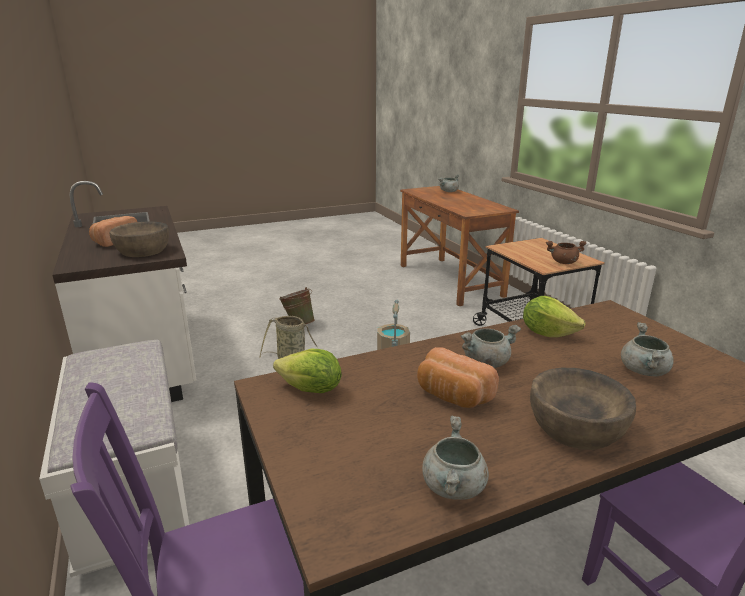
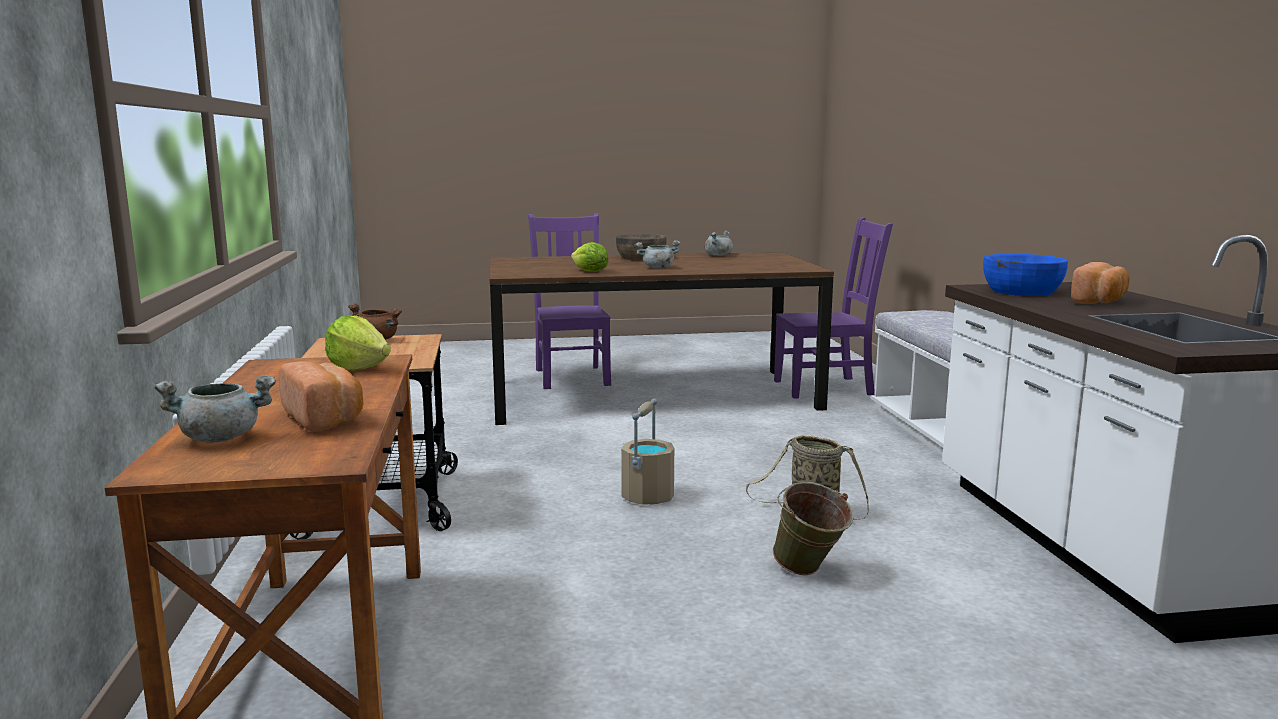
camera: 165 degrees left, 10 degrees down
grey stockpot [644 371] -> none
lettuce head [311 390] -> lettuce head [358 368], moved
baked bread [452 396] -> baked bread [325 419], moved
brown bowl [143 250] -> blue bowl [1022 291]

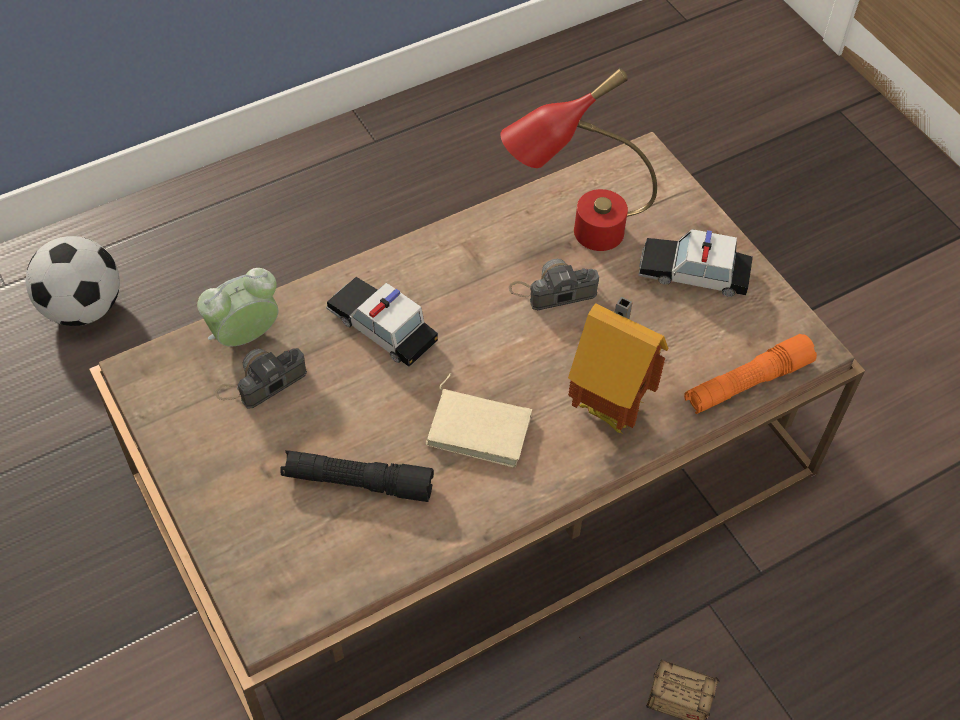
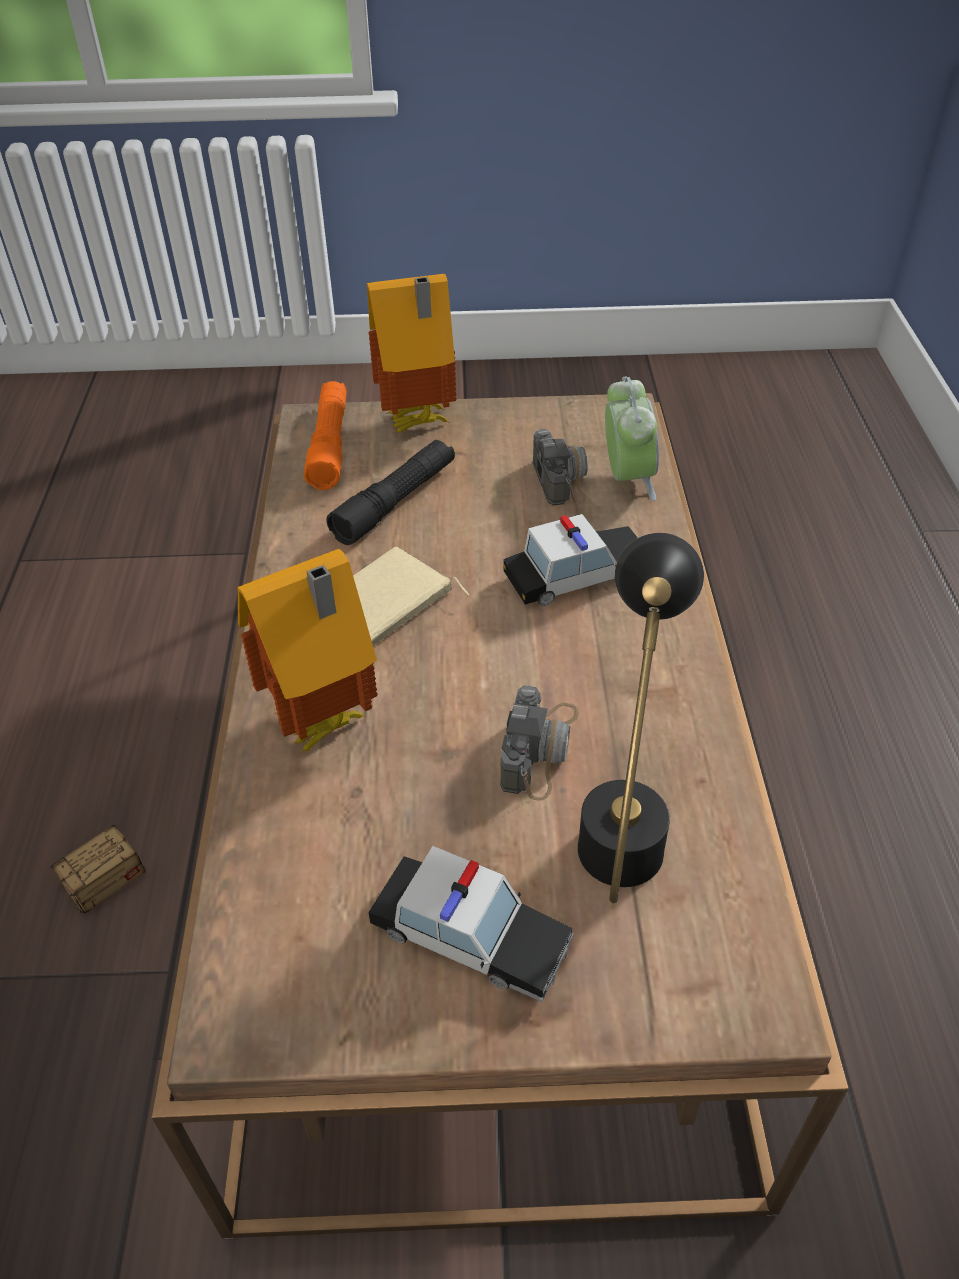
camera: 120 degrees right, 10 degrees down
football [83 308] -> none
none -> toy house [418 423]
orange-coloured hand torch [747 383] -> orange-coloured hand torch [330 445], moved
reddish tabletop lamp [574 236] -> black tabletop lamp [625 815]
toy car [693 273] -> toy car [471 936], 75 degrees clockwise

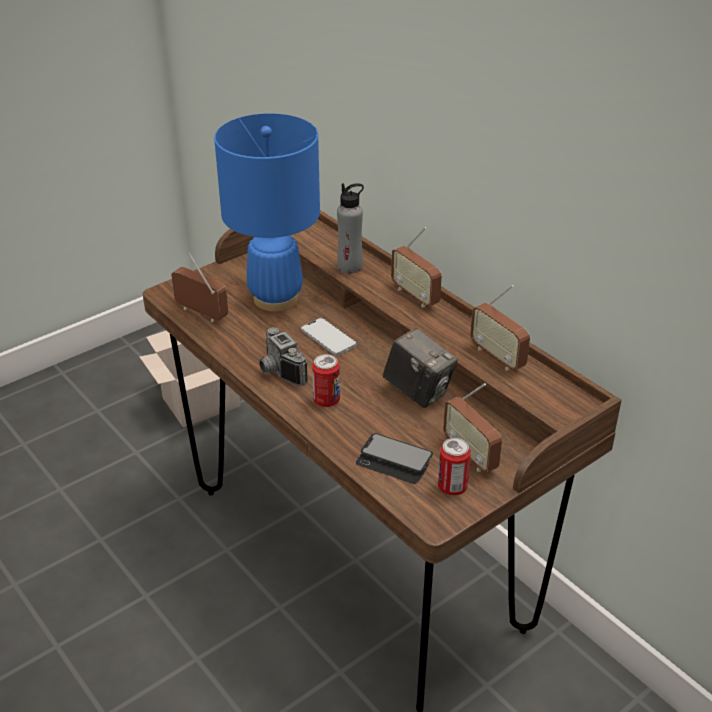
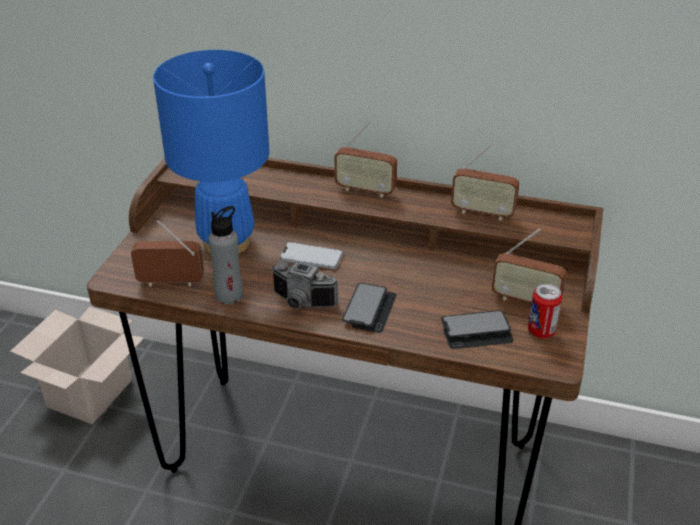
camera: 35 degrees left, 0 degrees up
photo camera [418 391] -> none
grey beverage bottle [350 267] -> grey beverage bottle [229 295], moved
sealed can [326 401] -> telephone [369 309]

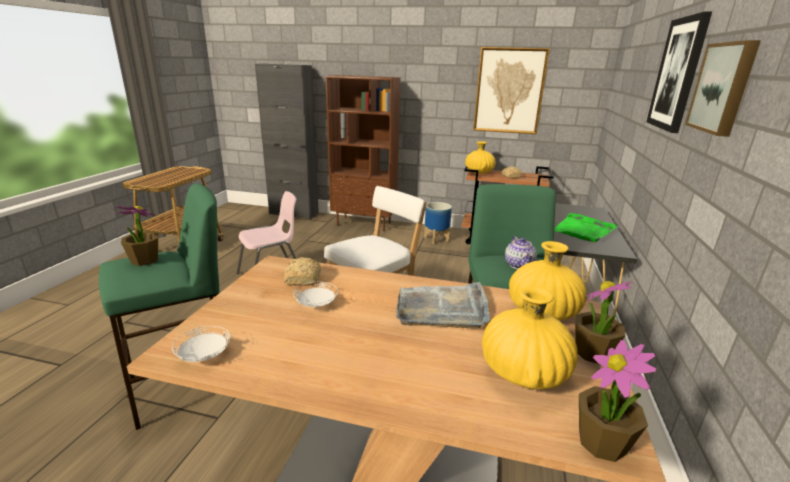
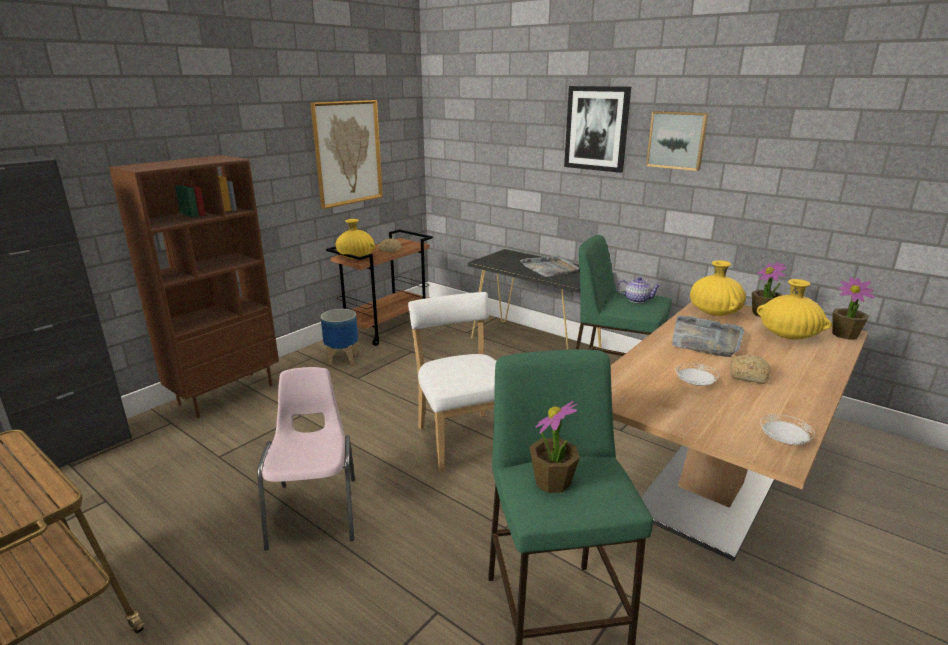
camera: 65 degrees left, 0 degrees up
baked bread [304 278] -> baked bread [746 376], moved
green-coloured serving tray [583 230] -> grey serving tray [550 268]

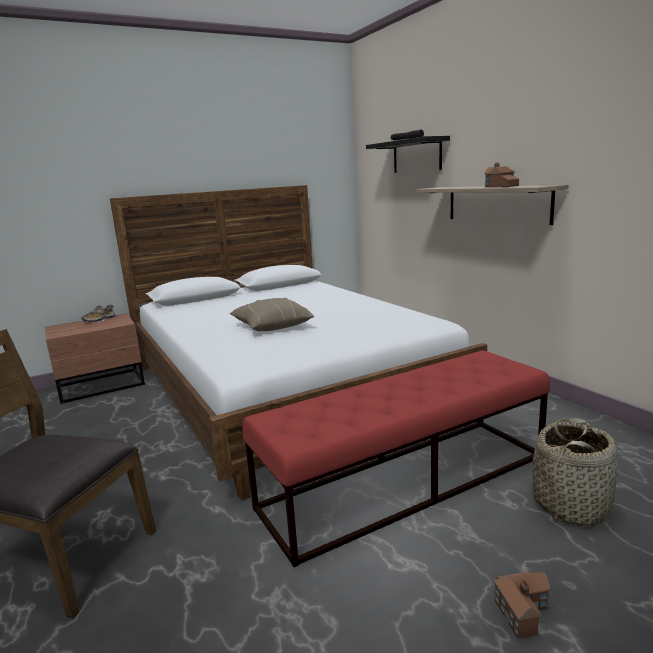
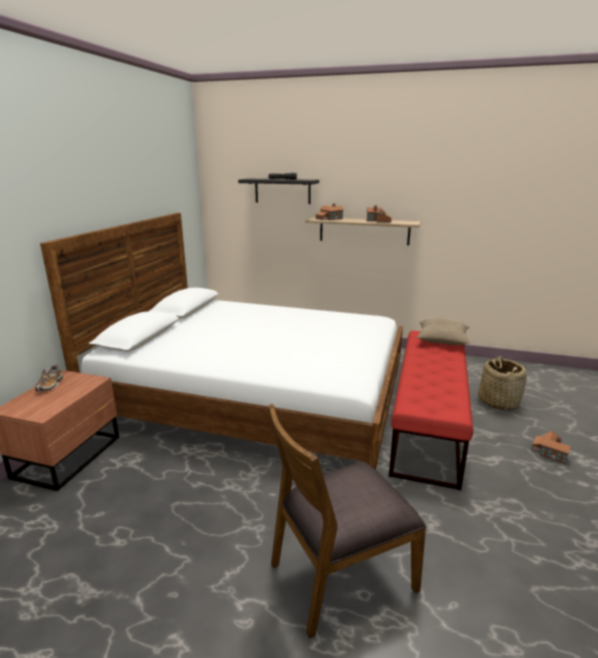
camera: 45 degrees left, 5 degrees up
none -> toy house [329 218]
sand-coloured pillow [272 327] -> sand-coloured pillow [442 340], moved

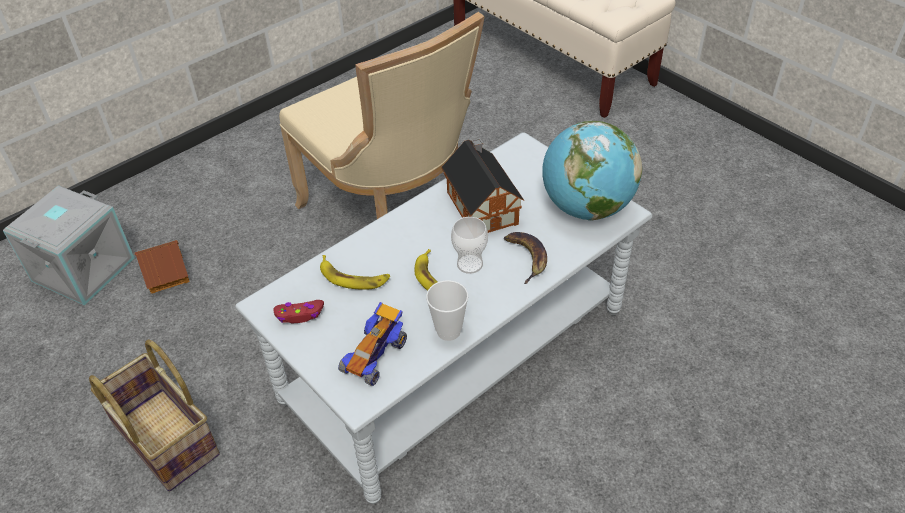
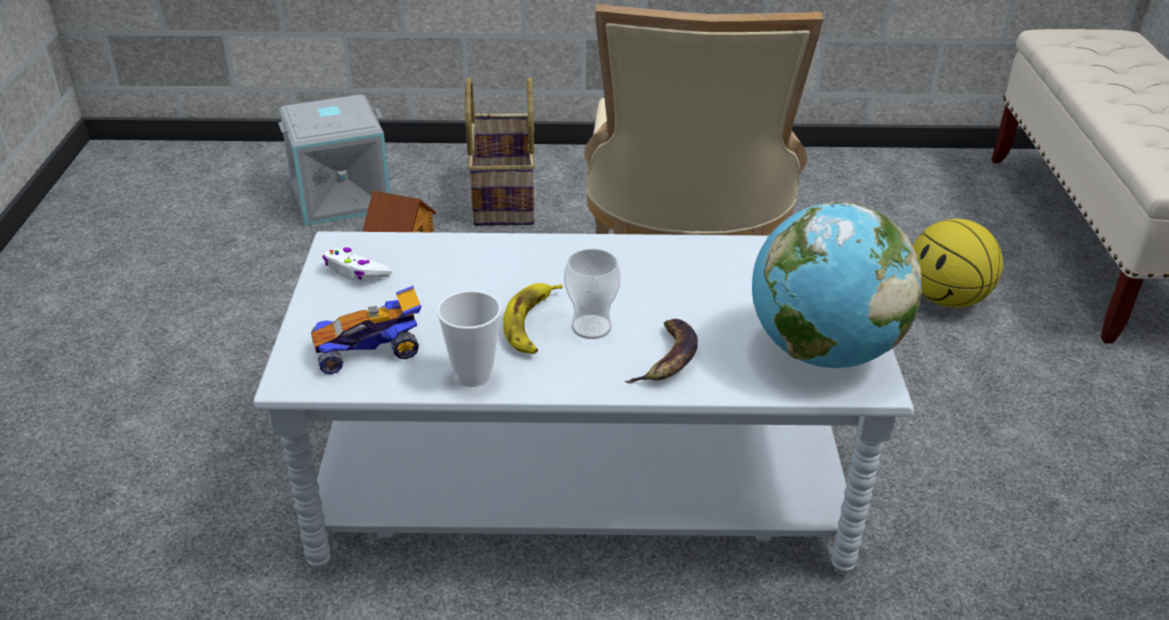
camera: 40 degrees right, 10 degrees down
banana [353 277] -> none
toy house [481 205] -> none
none -> basketball [946 299]
basket [164 440] -> basket [502 197], moved
reddish gamepad [299 315] -> white-coloured gamepad [356 272]

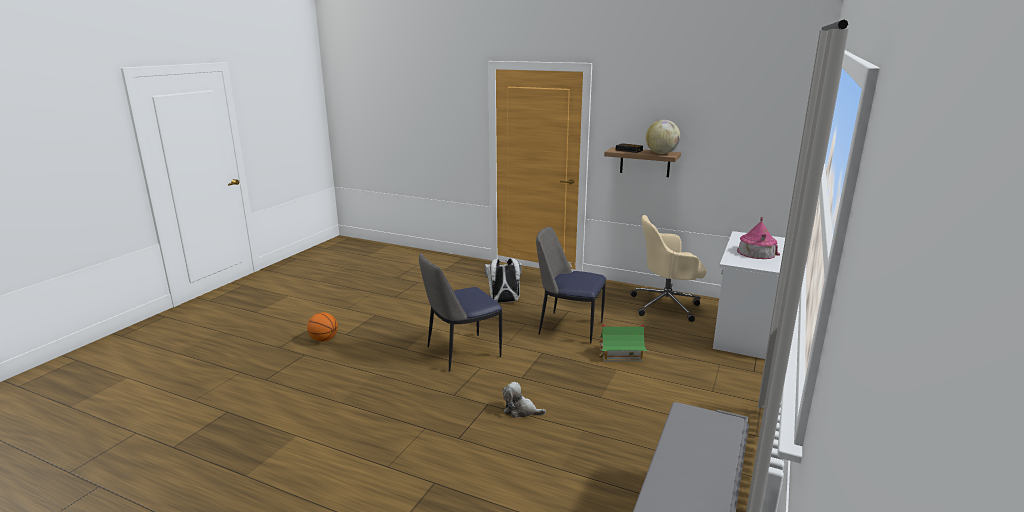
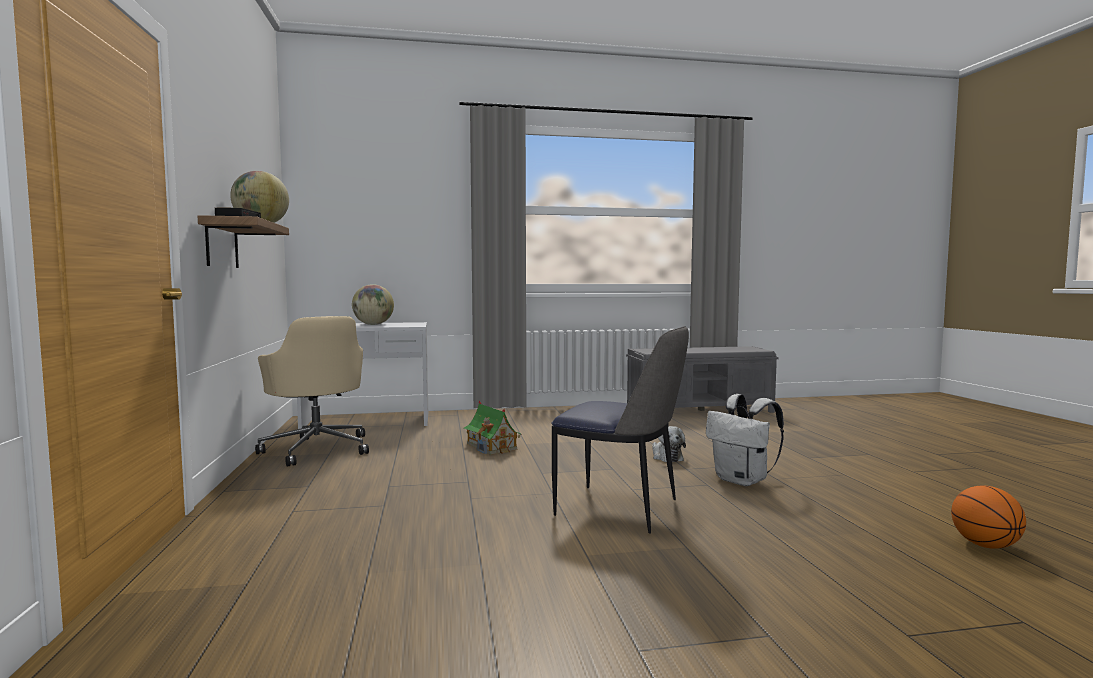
camera: 125 degrees left, 15 degrees down
upright chair [568 327] -> none
basketball [324 339] -> basketball [985 545], moved
white-coloured rucksack [504 301] -> white-coloured rucksack [743 480], moved
toy house [756 252] -> world globe [373 324]

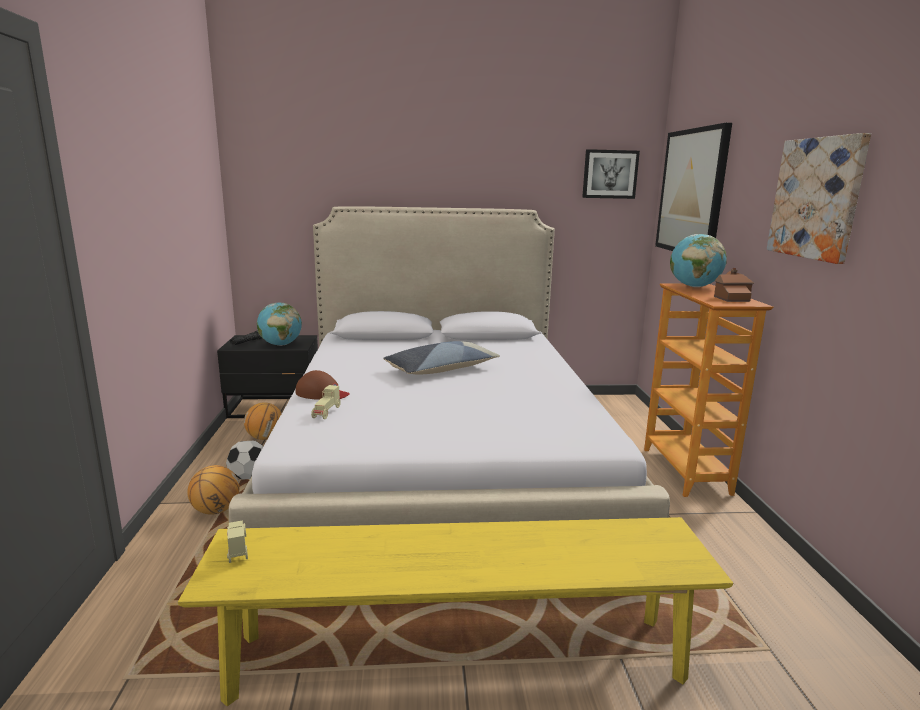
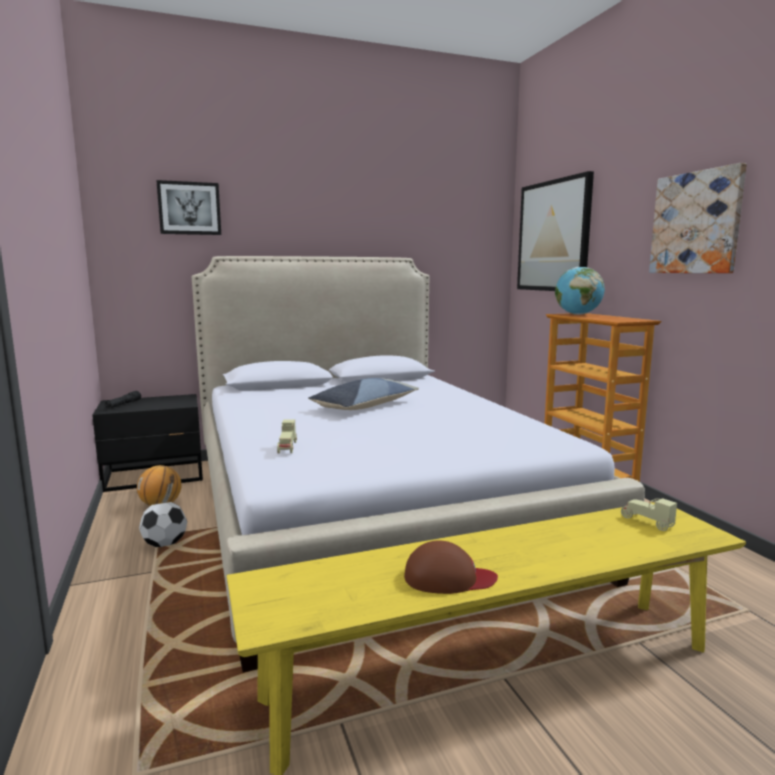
camera: 15 degrees left, 5 degrees down
basketball [215 510] -> none
world globe [280 345] -> none
toy house [730 297] -> none
sand-coloured toy car [237 548] -> sand-coloured toy car [646 522], moved
brown peaked cap [322 393] -> brown peaked cap [448 578], moved
picture [610 174] -> picture [189 208], moved

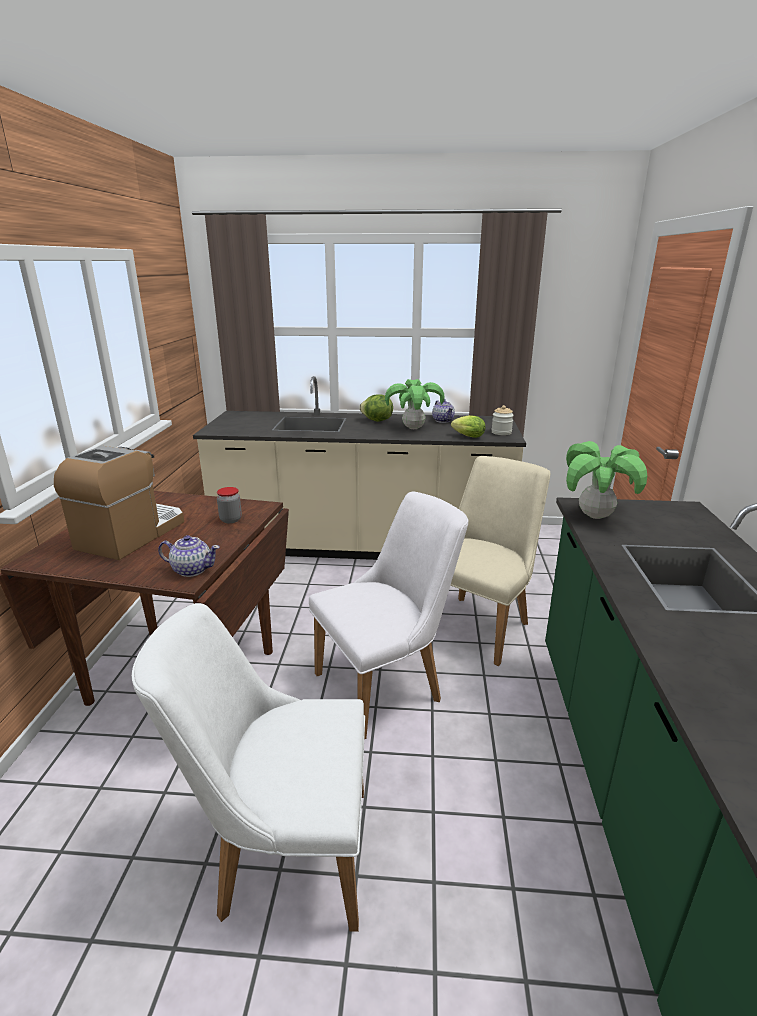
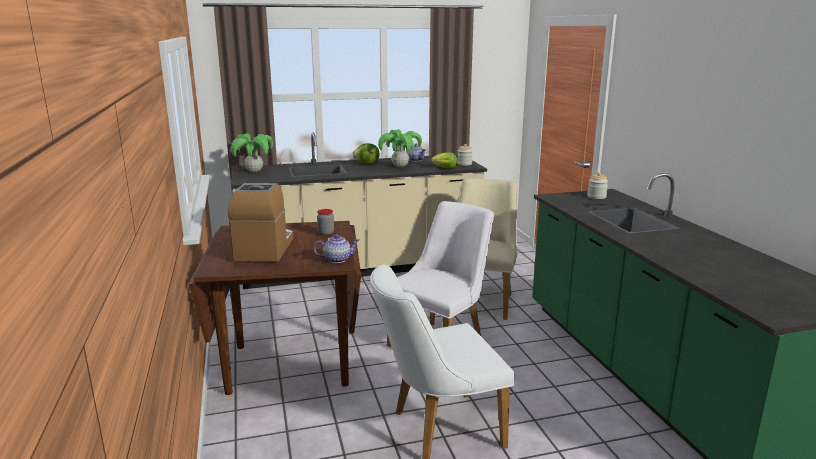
camera: 20 degrees left, 5 degrees down
none -> jar [596 196]
potted plant [594 516] -> potted plant [254 171], moved

